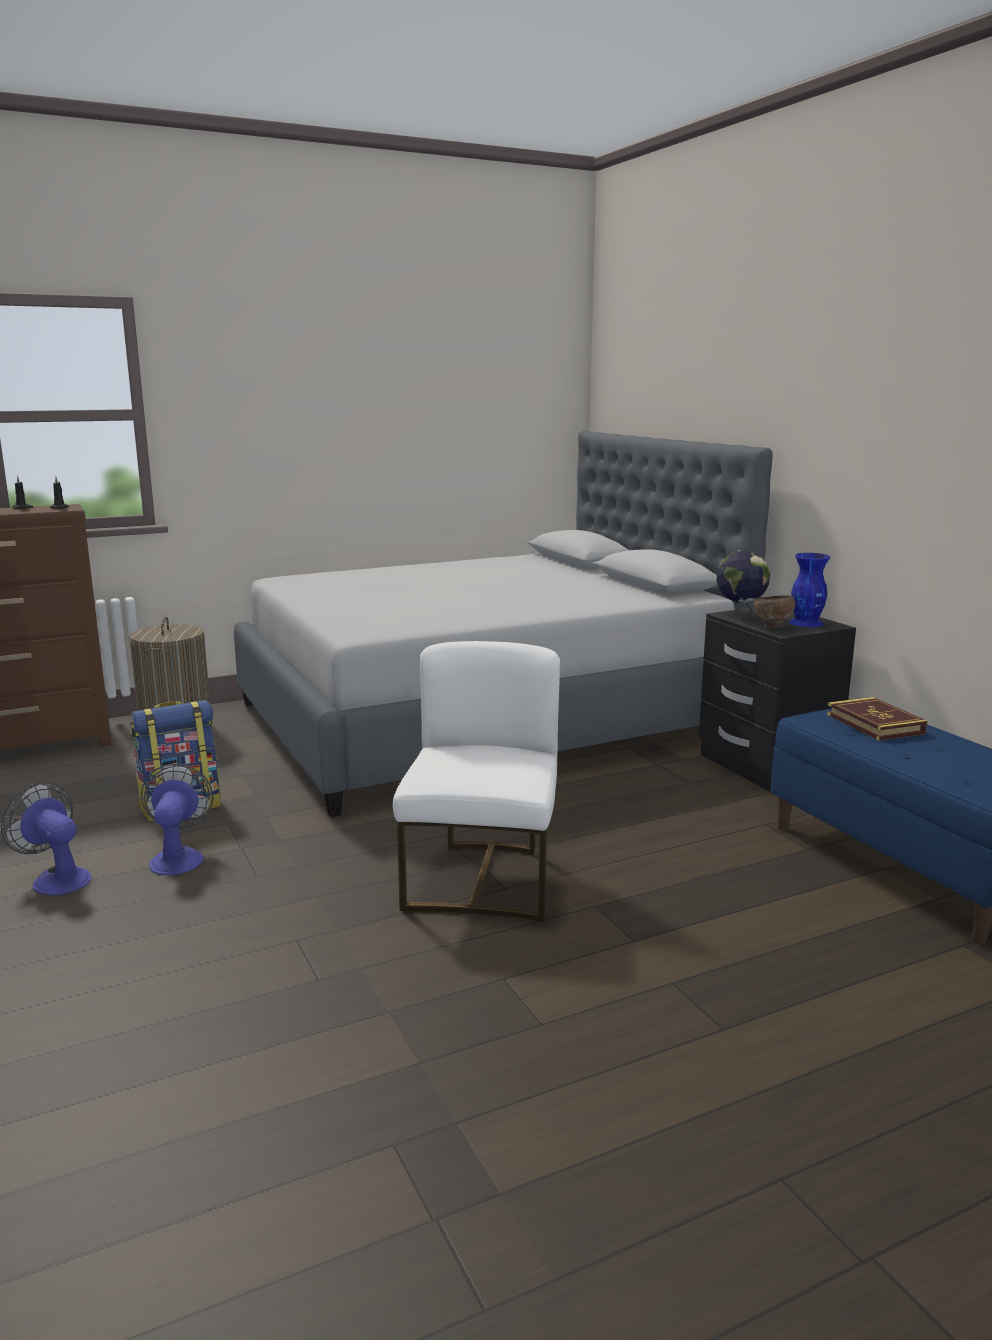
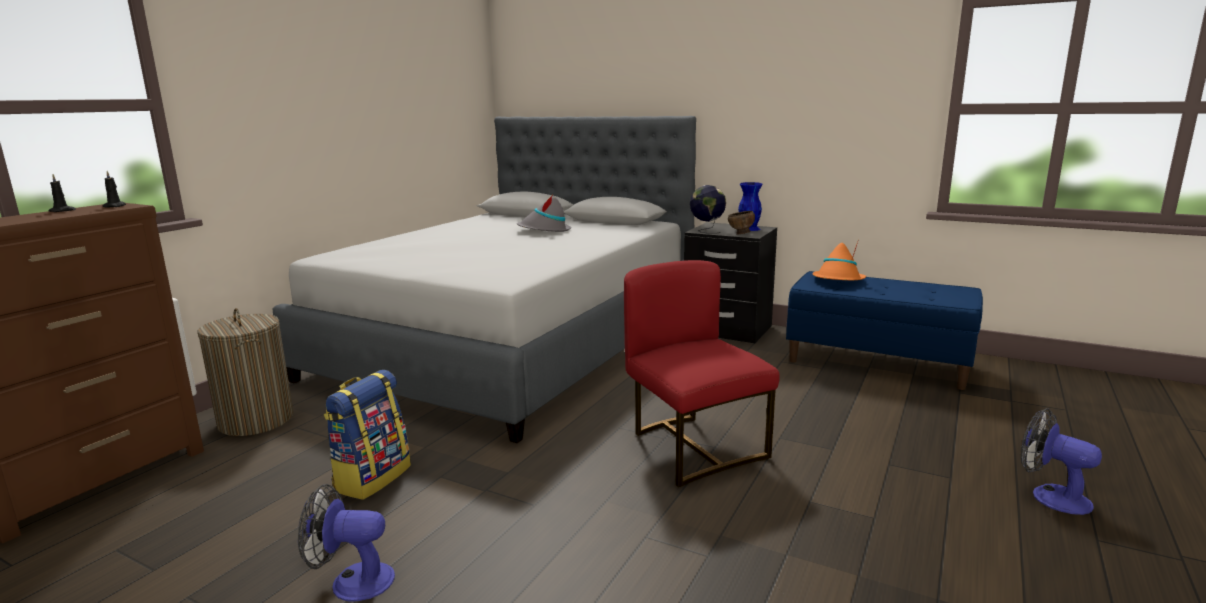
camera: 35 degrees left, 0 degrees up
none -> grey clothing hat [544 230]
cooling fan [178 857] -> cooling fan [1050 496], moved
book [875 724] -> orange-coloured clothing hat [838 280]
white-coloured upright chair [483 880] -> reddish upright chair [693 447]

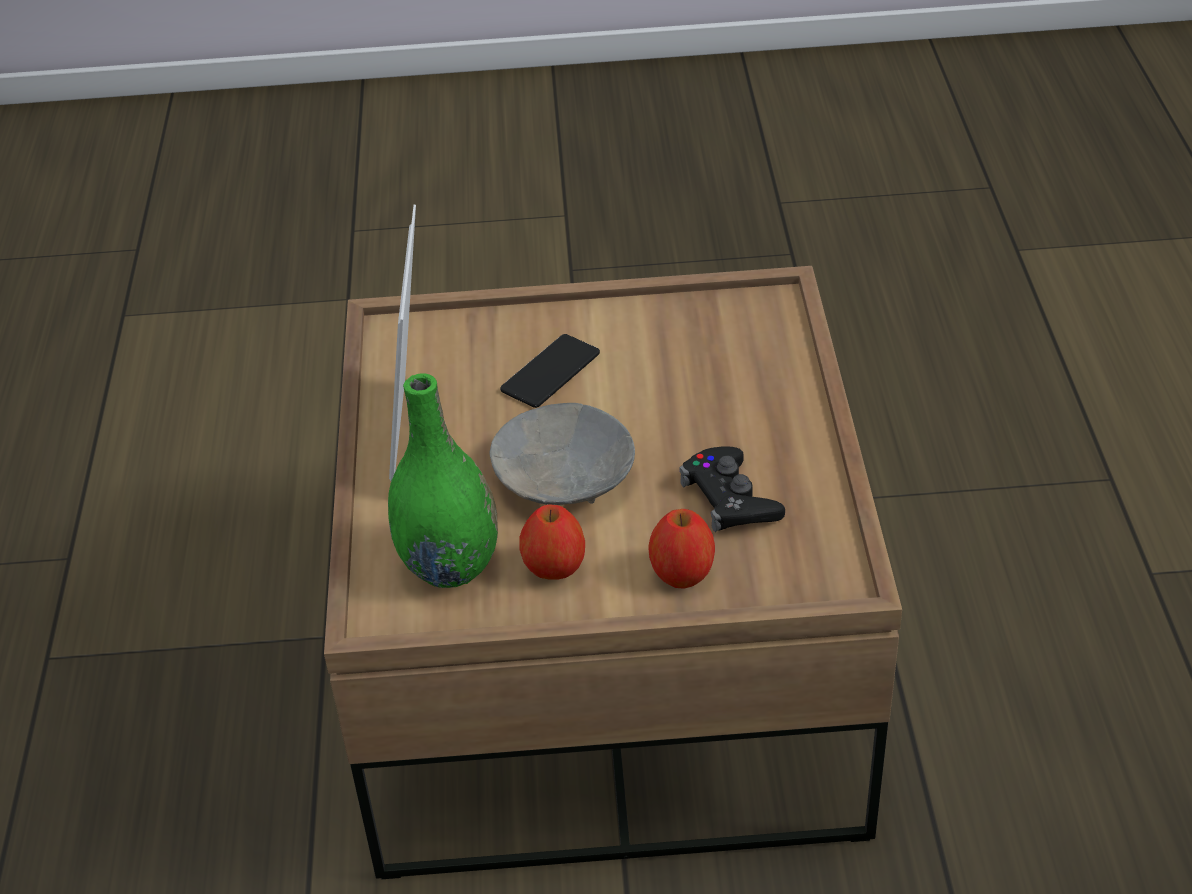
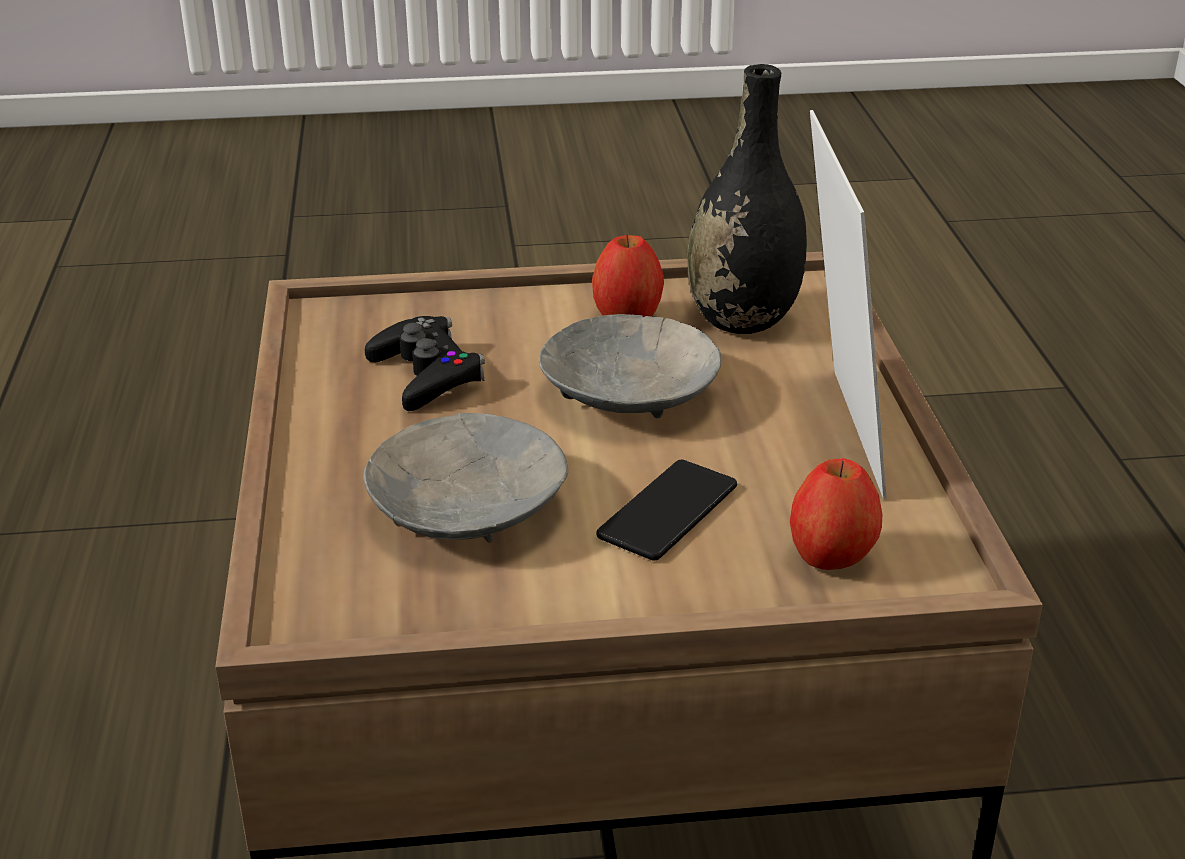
camera: 175 degrees right, 10 degrees down
none -> grey bowl [465 508]
apple fruit [682 574] -> apple fruit [830 559], moved
green-coloured flower vase [450 566] -> black flower vase [742 320]

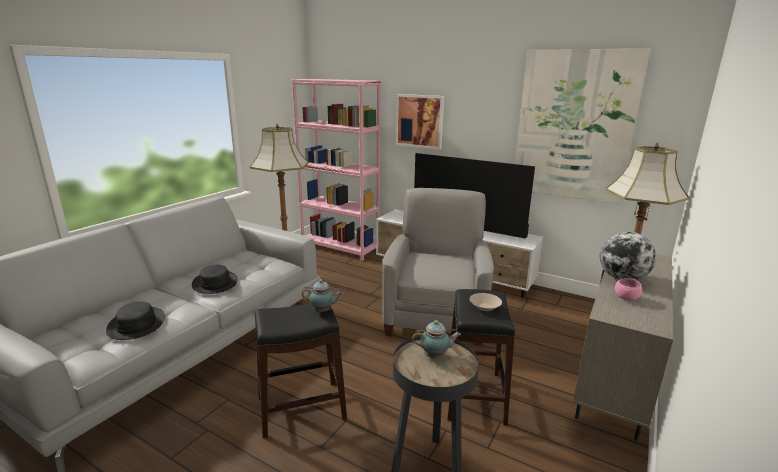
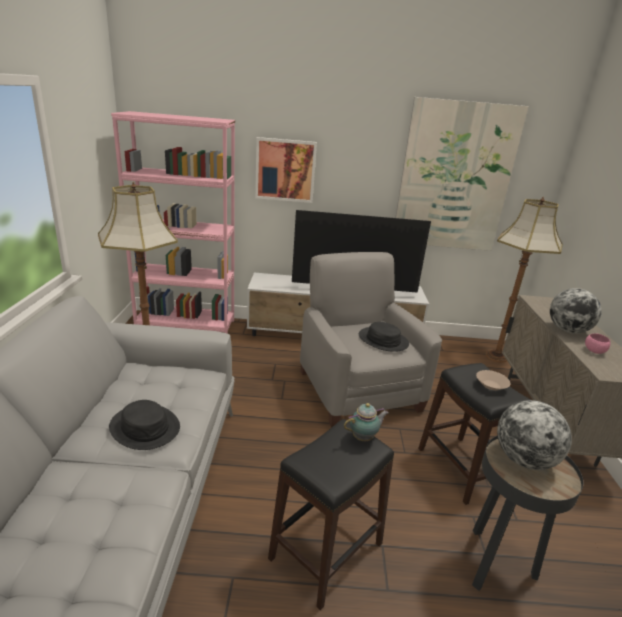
camera: 30 degrees left, 5 degrees up
black clothing hat [136 324] -> black clothing hat [383 340], moved
tea pot [435 356] -> world globe [524 460]

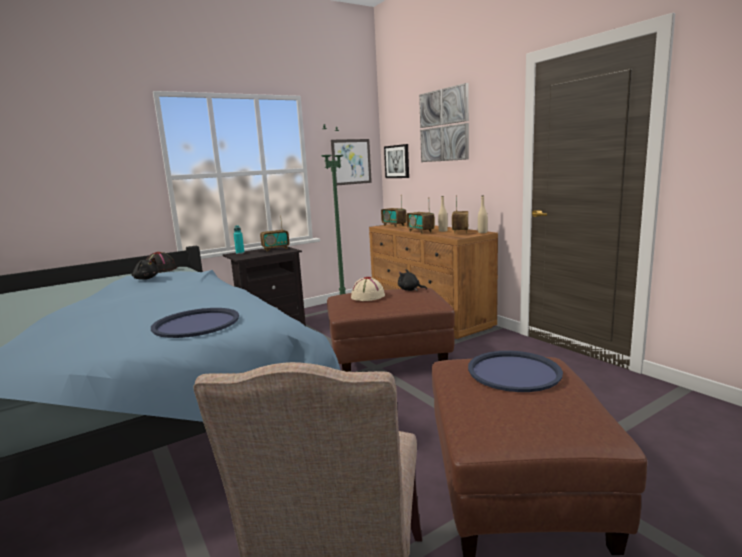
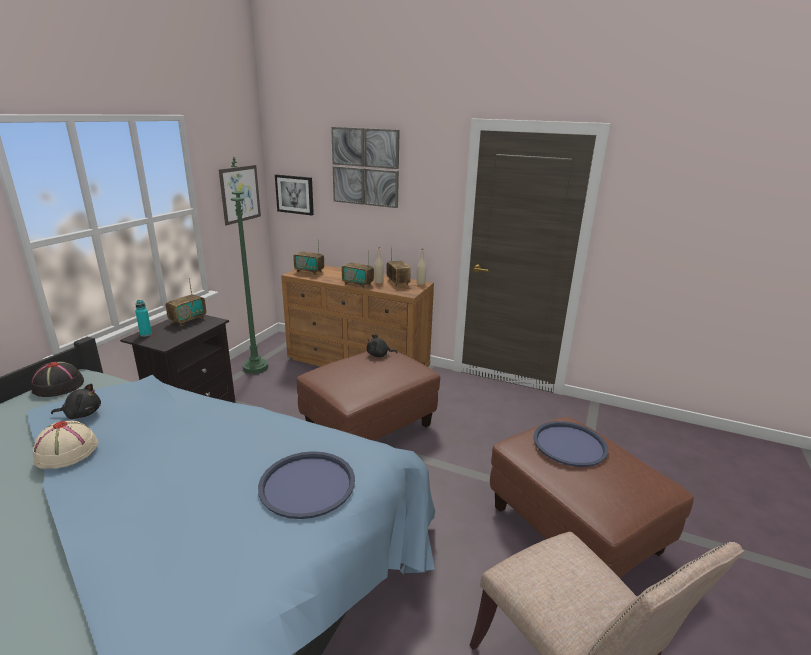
camera: 35 degrees left, 10 degrees up
sand-coloured clothing hat [367 297] -> sand-coloured clothing hat [66 452], moved

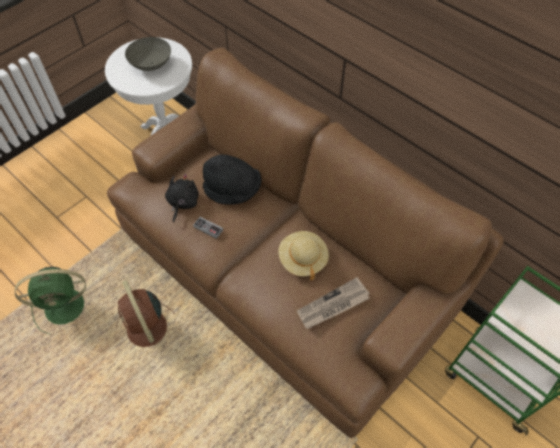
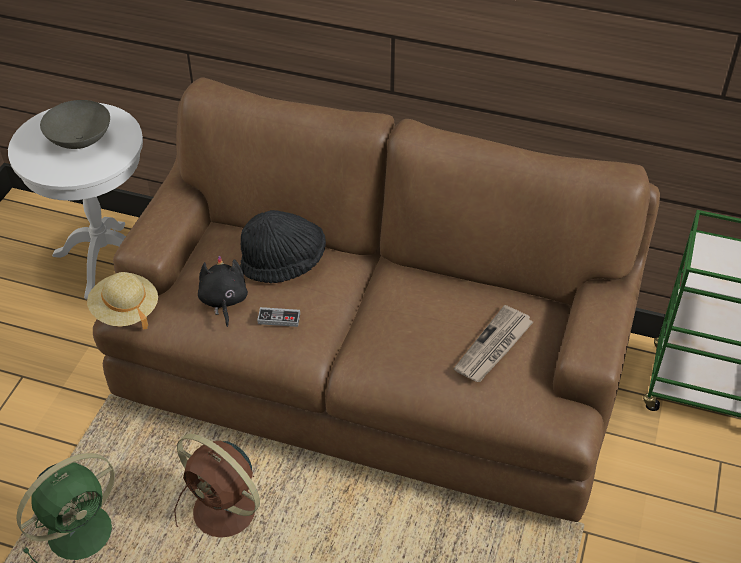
camera: 25 degrees left, 10 degrees down
sand-coloured clothing hat [302 259] -> sand-coloured clothing hat [125 311], moved

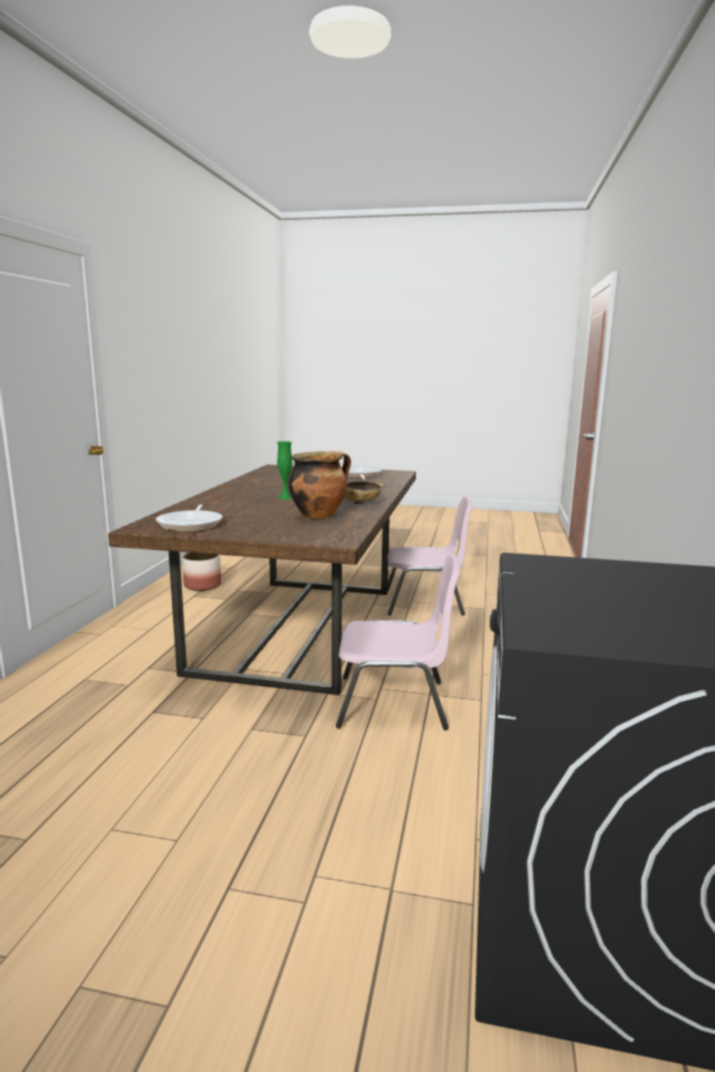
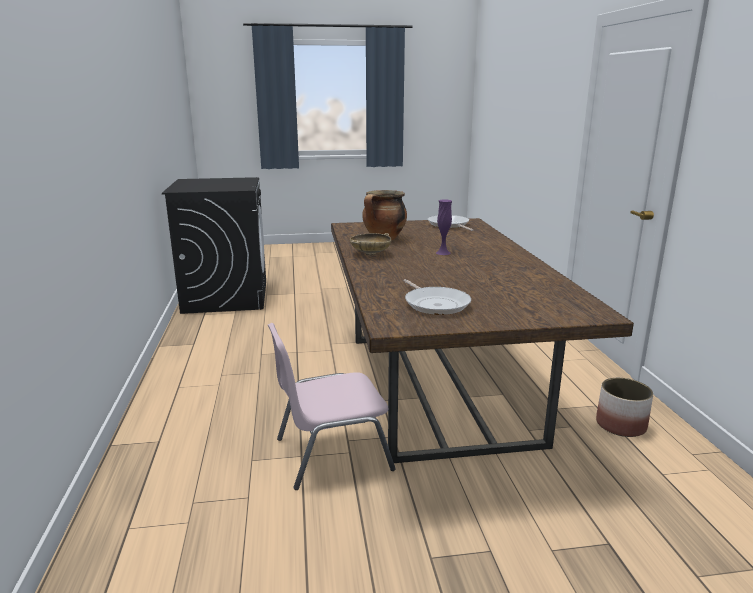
camera: 160 degrees right, 5 degrees up
pink upright chair [394 703] -> none
green-coloured flower vase [285 497] -> purplish flower vase [443 253]

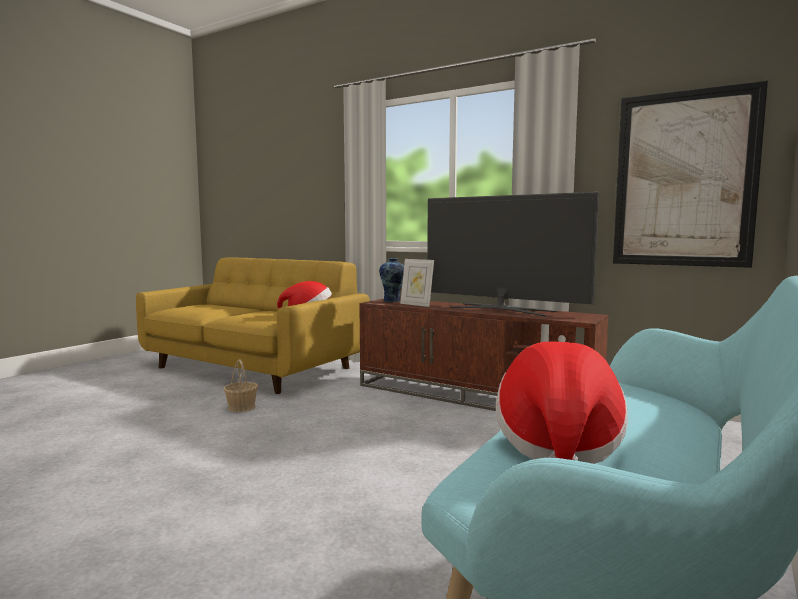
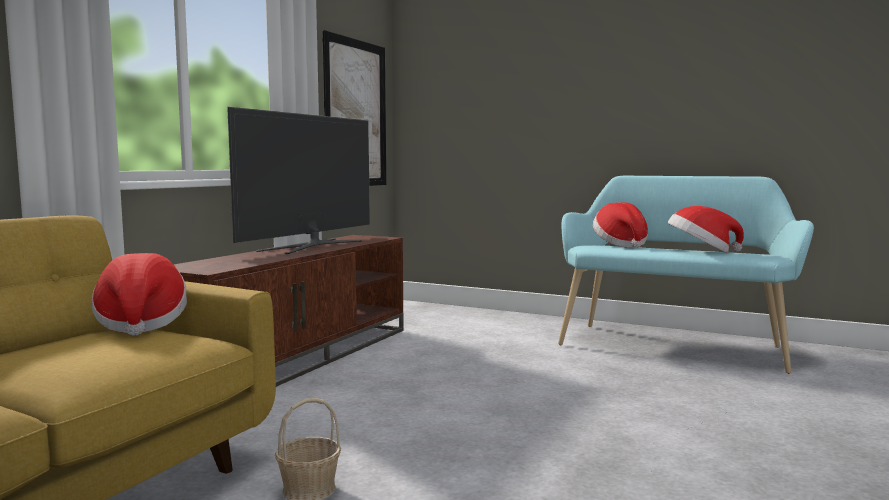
camera: 95 degrees left, 0 degrees up
flower vase [392 301] -> none
photo frame [416 304] -> none
none -> clothing hat [620 245]

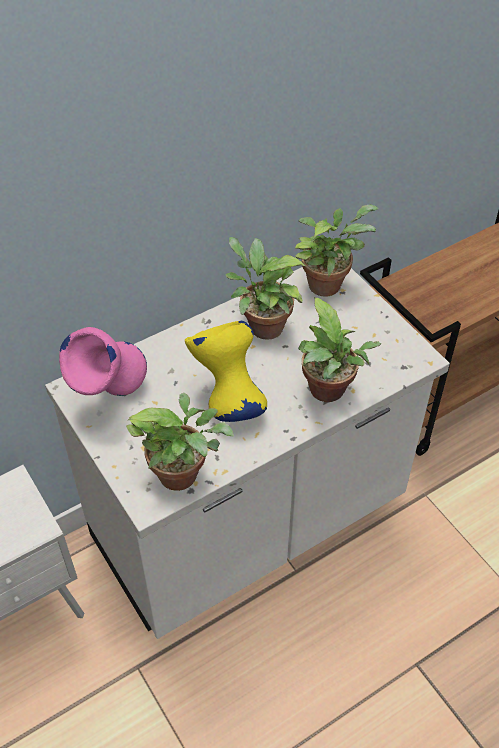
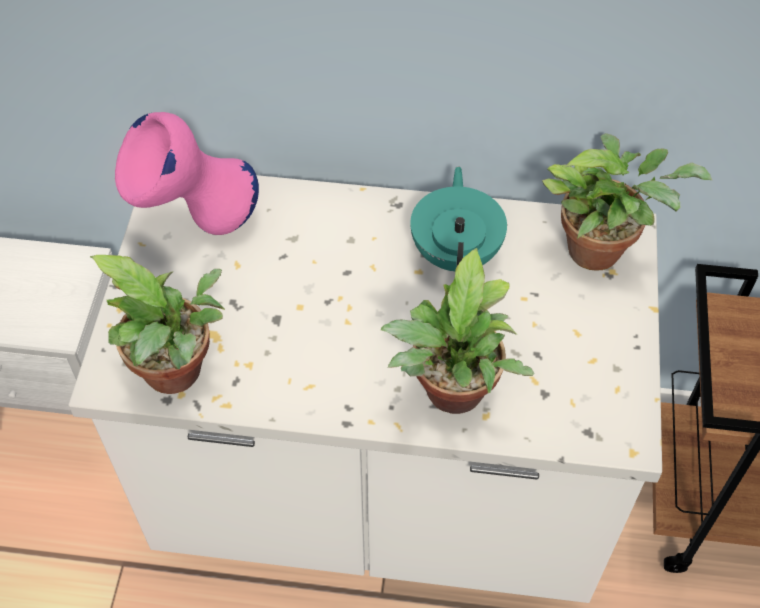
camera: 40 degrees right, 5 degrees up
yellow flower vase [227 401] -> none
potted plant [262 326] -> blue-green tea pot [456 252]

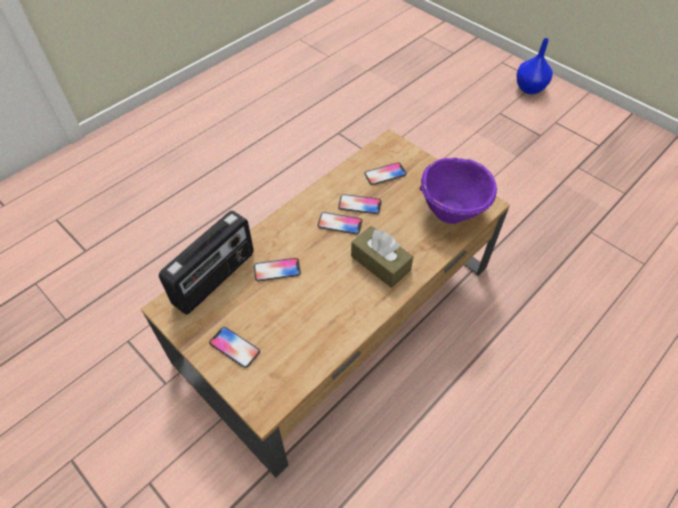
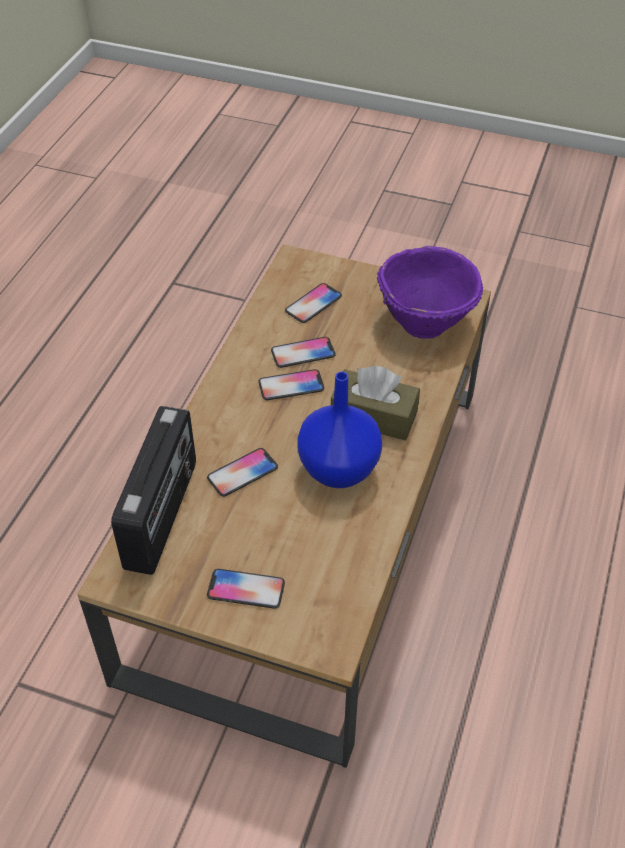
camera: 25 degrees left, 5 degrees down
blue flower vase [528 88] -> blue flower vase [337 470], moved

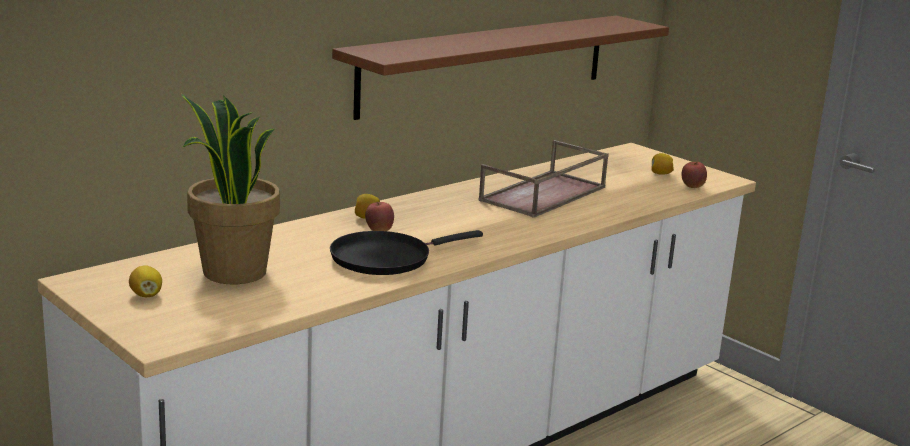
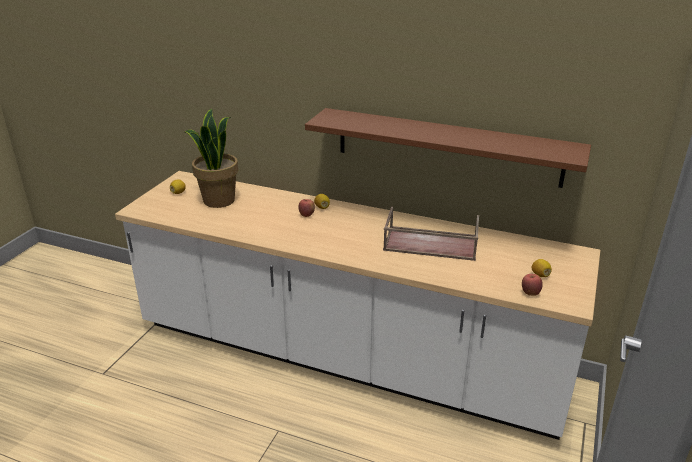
camera: 65 degrees right, 10 degrees up
black frying pan [386 258] -> none

